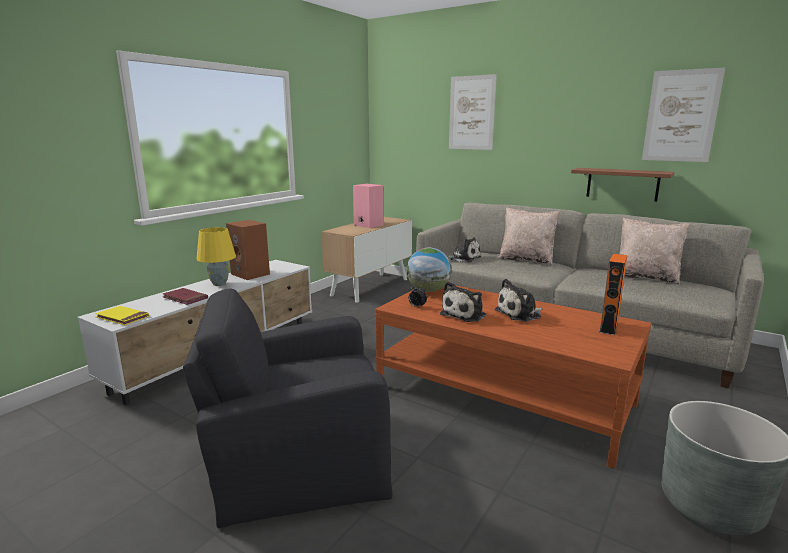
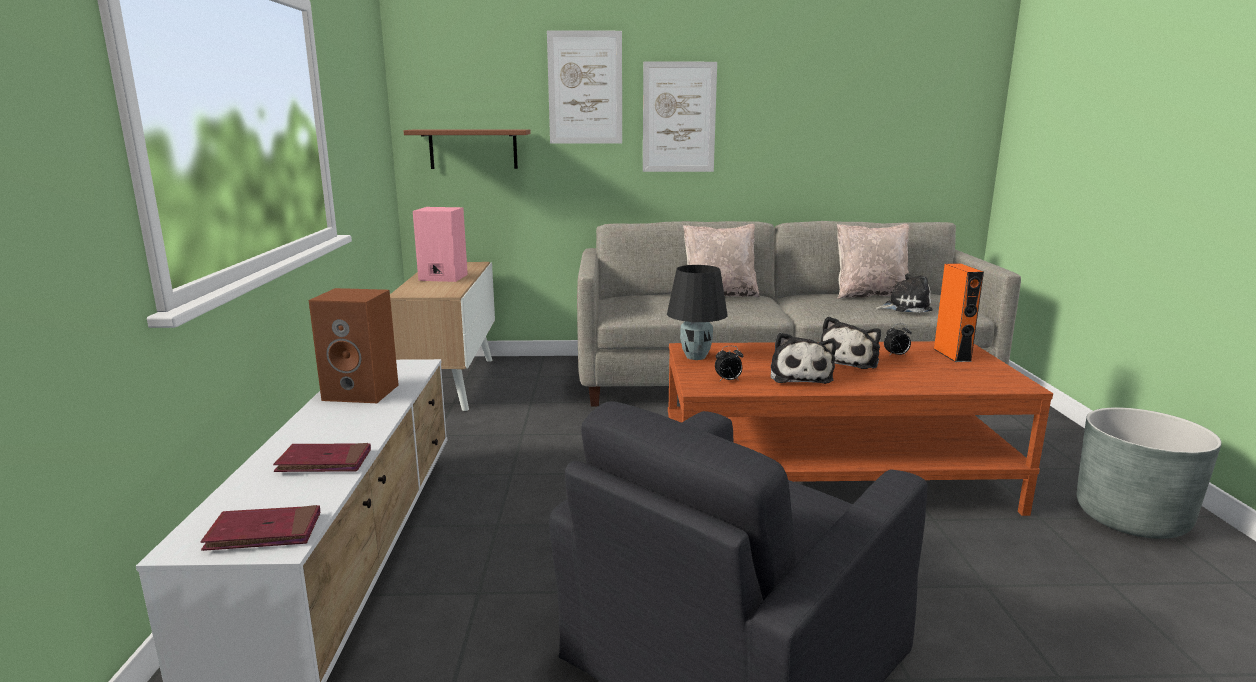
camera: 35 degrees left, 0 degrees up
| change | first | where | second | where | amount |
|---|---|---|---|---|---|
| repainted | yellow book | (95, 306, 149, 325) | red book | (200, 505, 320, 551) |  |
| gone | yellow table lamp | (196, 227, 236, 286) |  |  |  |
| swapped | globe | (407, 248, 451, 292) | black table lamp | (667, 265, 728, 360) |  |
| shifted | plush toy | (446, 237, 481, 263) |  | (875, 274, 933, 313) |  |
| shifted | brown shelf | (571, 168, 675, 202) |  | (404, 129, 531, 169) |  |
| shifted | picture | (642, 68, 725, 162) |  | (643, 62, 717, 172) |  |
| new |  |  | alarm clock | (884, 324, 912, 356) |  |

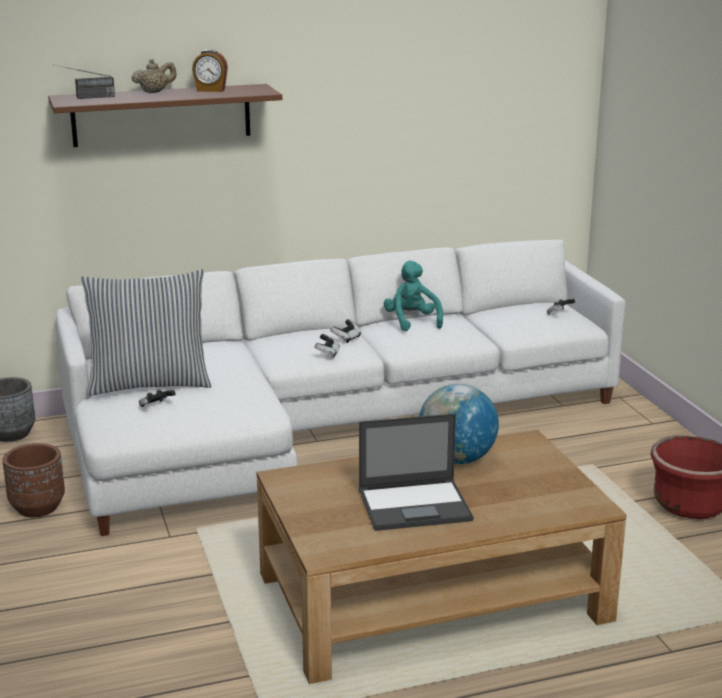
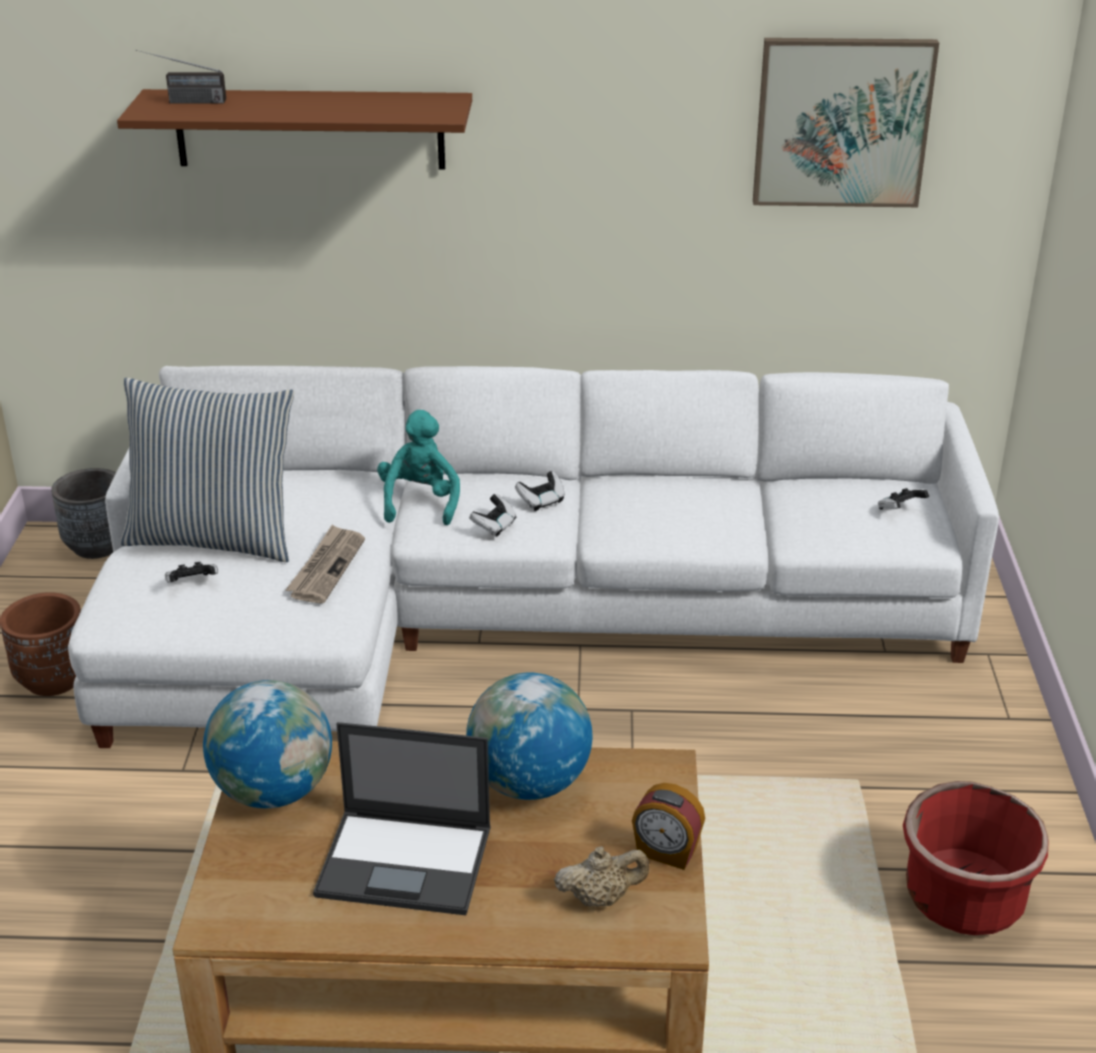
camera: 20 degrees right, 10 degrees up
| change | first | where | second | where | amount |
|---|---|---|---|---|---|
| shifted | beige teapot | (131, 59, 176, 93) |  | (554, 846, 649, 906) |  |
| shifted | alarm clock | (192, 49, 228, 92) |  | (632, 783, 705, 870) |  |
| shifted | turquoise plush toy | (383, 261, 443, 332) |  | (377, 410, 460, 525) |  |
| new |  |  | globe | (203, 680, 332, 808) |  |
| new |  |  | newspaper | (286, 525, 365, 603) |  |
| new |  |  | picture | (753, 38, 939, 207) |  |

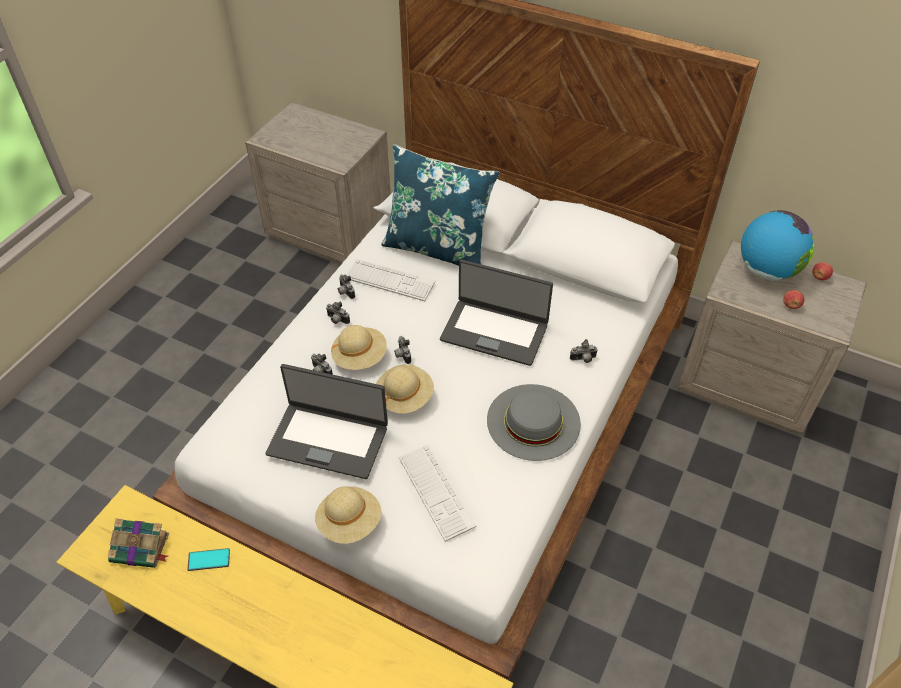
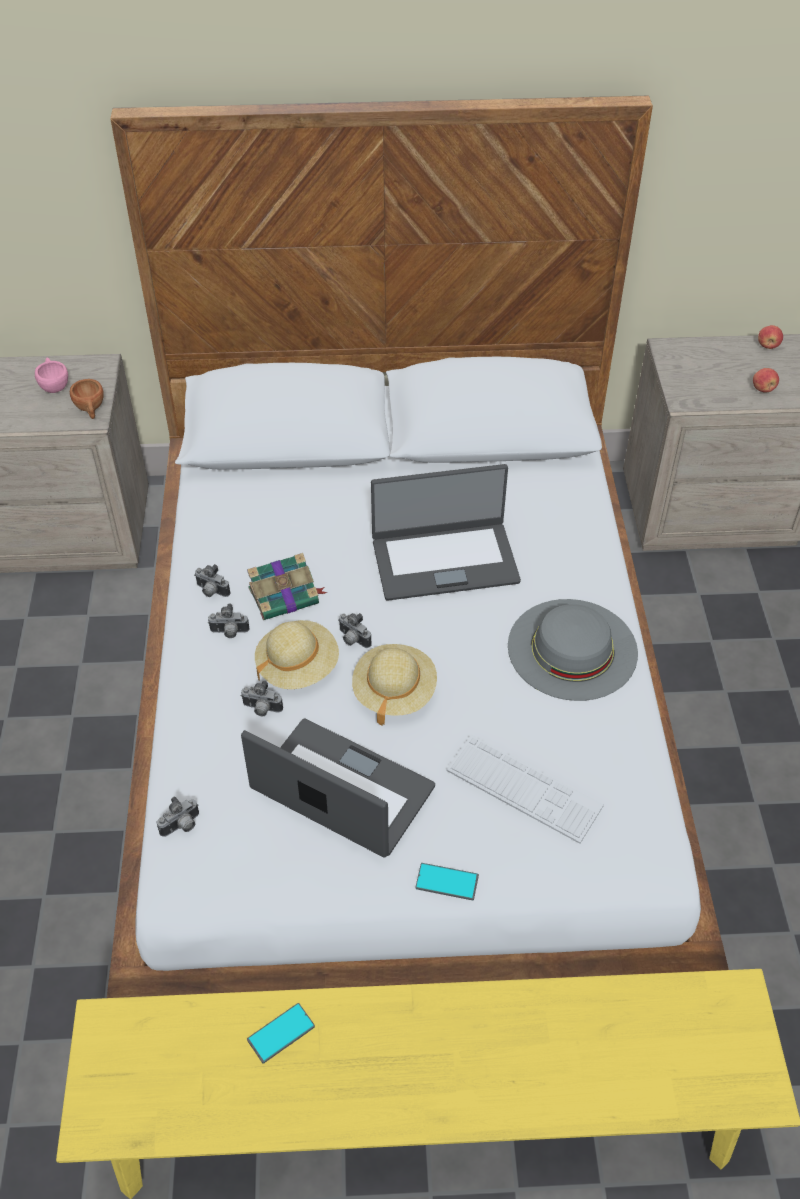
camera: 30 degrees left, 0 degrees up
| change | first | where | second | where | amount |
|---|---|---|---|---|---|
| shifted | book | (108, 519, 169, 568) |  | (247, 553, 327, 620) |  |
| rotated | laptop | (265, 364, 388, 479) |  | (241, 718, 435, 858) | 135 degrees counterclockwise |
| swapped | beige hat | (315, 486, 381, 544) | phone | (415, 863, 479, 900) |  |
| gone | keyboard | (346, 259, 435, 301) |  |  |  |
| gone | blue pillow | (381, 144, 500, 266) |  |  |  |
| shifted | photo camera | (570, 339, 598, 363) |  | (157, 796, 199, 837) |  |
| gone | globe | (741, 210, 814, 281) |  |  |  |
| new |  |  | pink cup | (35, 357, 68, 393) |  |
| new |  |  | brown cup | (70, 379, 103, 419) |  |

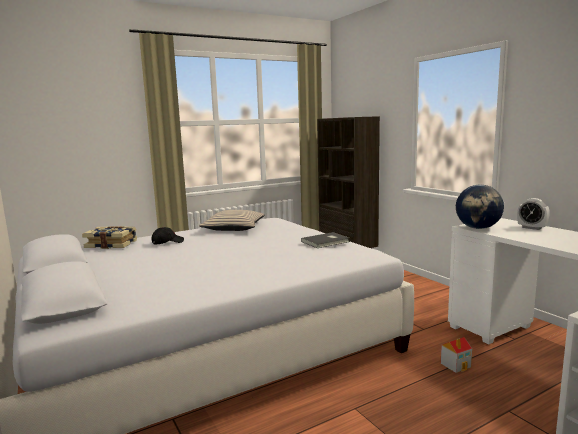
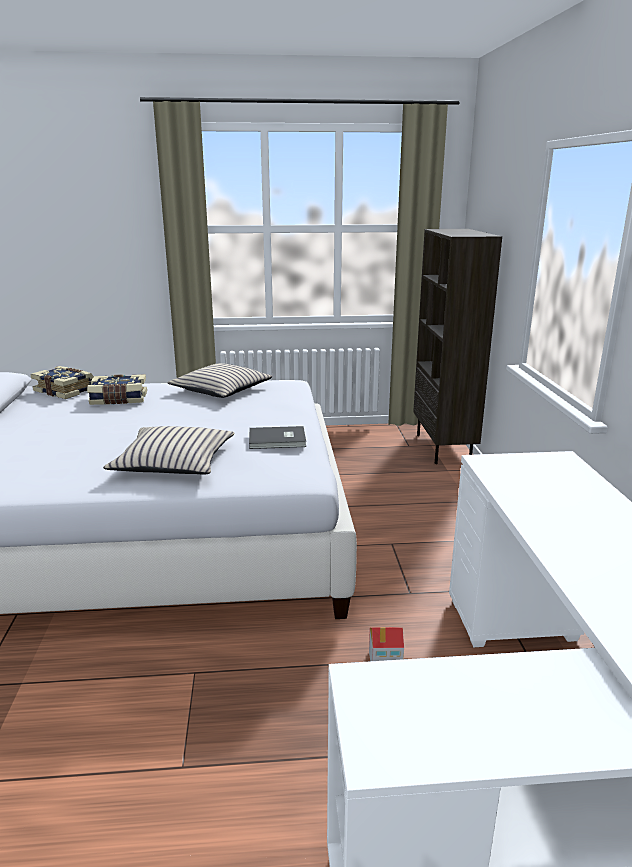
camera: 25 degrees right, 10 degrees up
| change | first | where | second | where | amount |
|---|---|---|---|---|---|
| swapped | black cap | (151, 227, 184, 245) | book | (87, 374, 147, 405) |  |
| gone | globe | (456, 185, 504, 229) |  |  |  |
| gone | alarm clock | (517, 198, 550, 230) |  |  |  |
| new |  |  | beige pillow | (103, 426, 234, 474) |  |

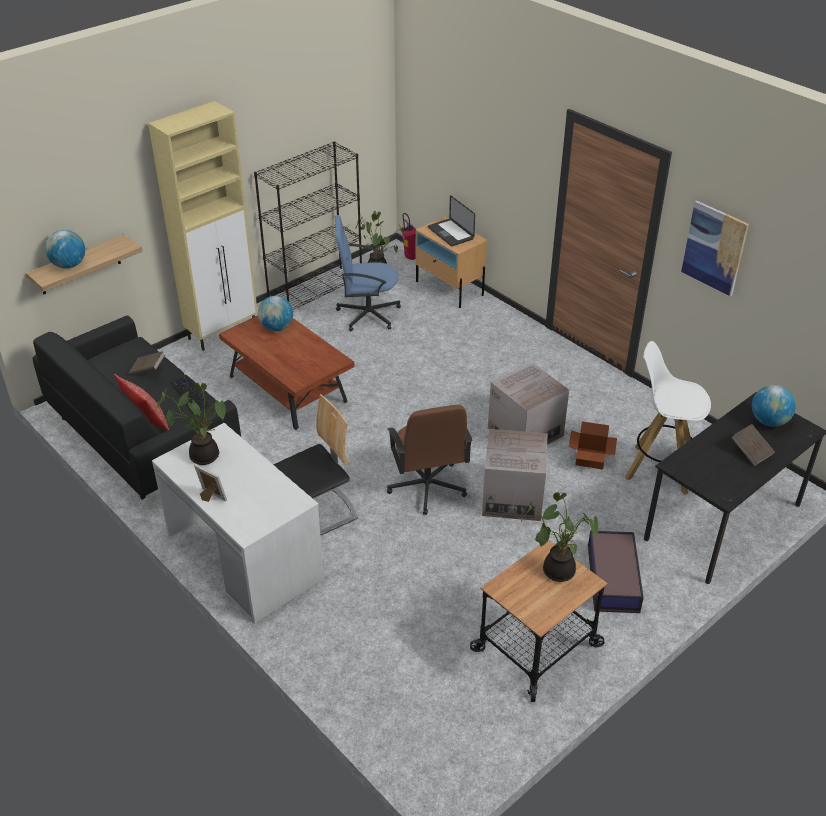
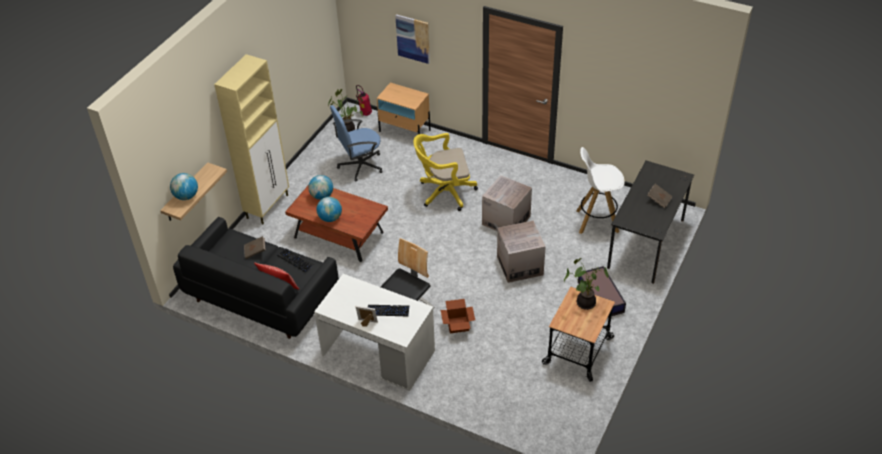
camera: 20 degrees left, 5 degrees up
| change | first | where | second | where | amount |
|---|---|---|---|---|---|
| gone | potted plant | (157, 383, 227, 465) |  |  |  |
| gone | black bookcase | (254, 141, 362, 310) |  |  |  |
| gone | brown office chair | (387, 405, 472, 515) |  |  |  |
| gone | laptop | (428, 195, 475, 246) |  |  |  |
| shifted | cardboard box | (569, 421, 617, 469) |  | (441, 299, 475, 333) |  |
| shifted | picture | (681, 201, 749, 296) |  | (395, 14, 430, 64) |  |
| shifted | globe | (752, 385, 796, 427) |  | (316, 197, 342, 222) |  |
| new |  |  | keyboard | (368, 305, 409, 317) |  |
| new |  |  | yellow office chair | (413, 133, 478, 211) |  |

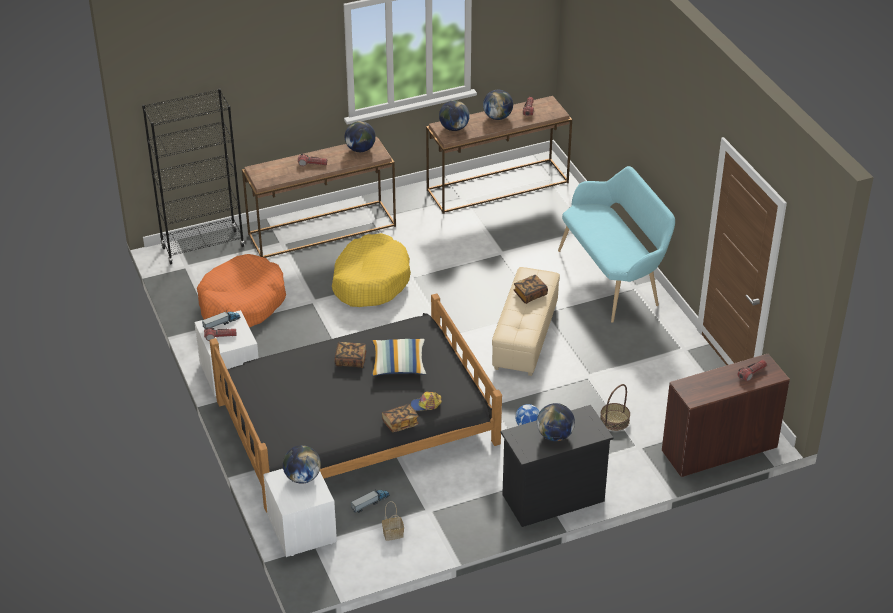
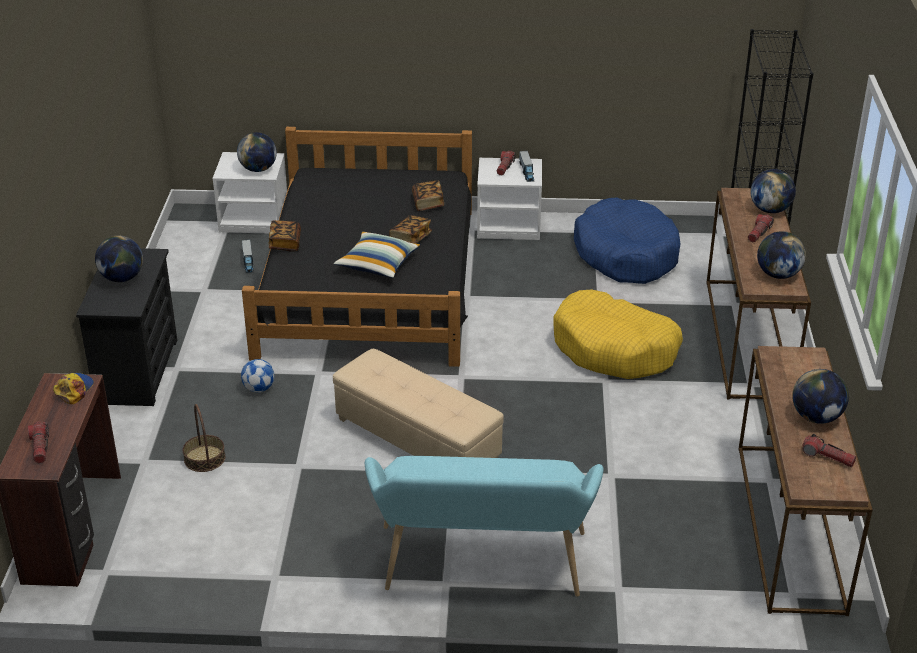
camera: 115 degrees right, 5 degrees down
| change | first | where | second | where | amount |
|---|---|---|---|---|---|
| repainted | orange dog bed | (197, 254, 286, 327) | blue dog bed | (574, 197, 681, 284) |  |
| gone | basket | (382, 501, 404, 541) |  |  |  |
| shifted | cap | (411, 392, 442, 411) |  | (53, 373, 94, 404) |  |
| shifted | globe | (439, 100, 470, 131) |  | (751, 169, 796, 213) |  |
| shifted | book | (513, 275, 548, 304) |  | (412, 181, 444, 211) |  |

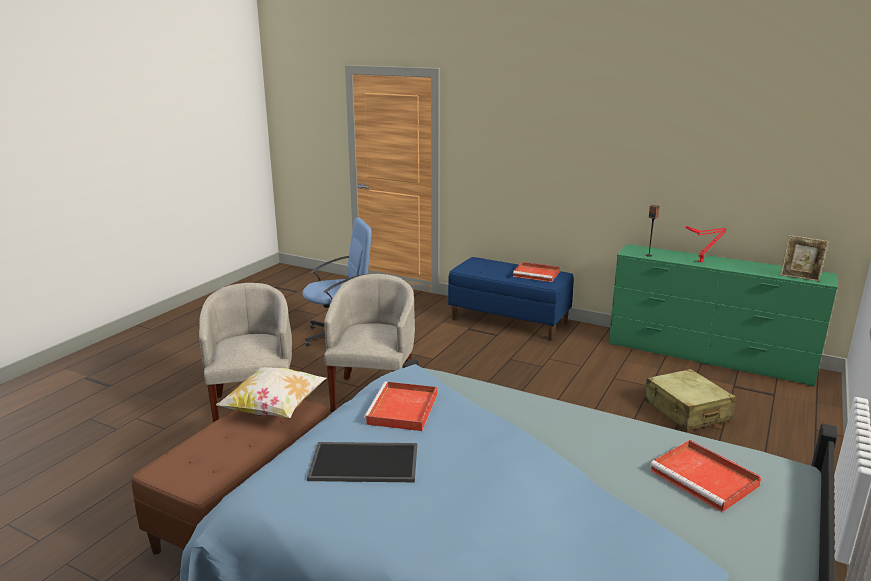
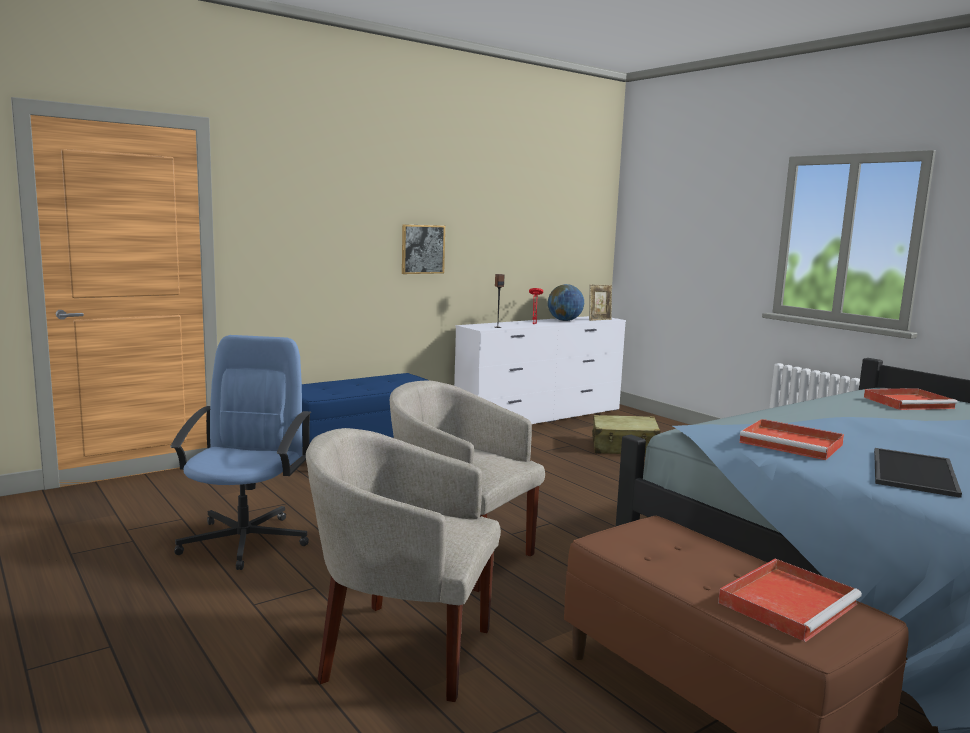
camera: 65 degrees left, 10 degrees down
| change | first | where | second | where | amount |
|---|---|---|---|---|---|
| gone | pillow | (216, 367, 326, 418) |  |  |  |
| shifted | red tray | (513, 262, 560, 282) |  | (718, 559, 862, 642) |  |
| repainted | green dresser | (609, 244, 838, 386) | white dresser | (454, 316, 626, 424) |  |
| new |  |  | picture | (402, 224, 445, 274) |  |
| new |  |  | globe | (548, 284, 584, 321) |  |

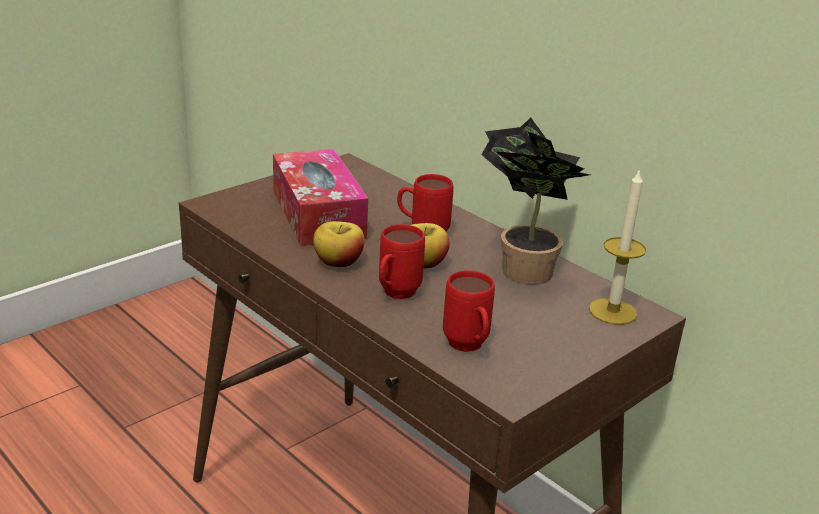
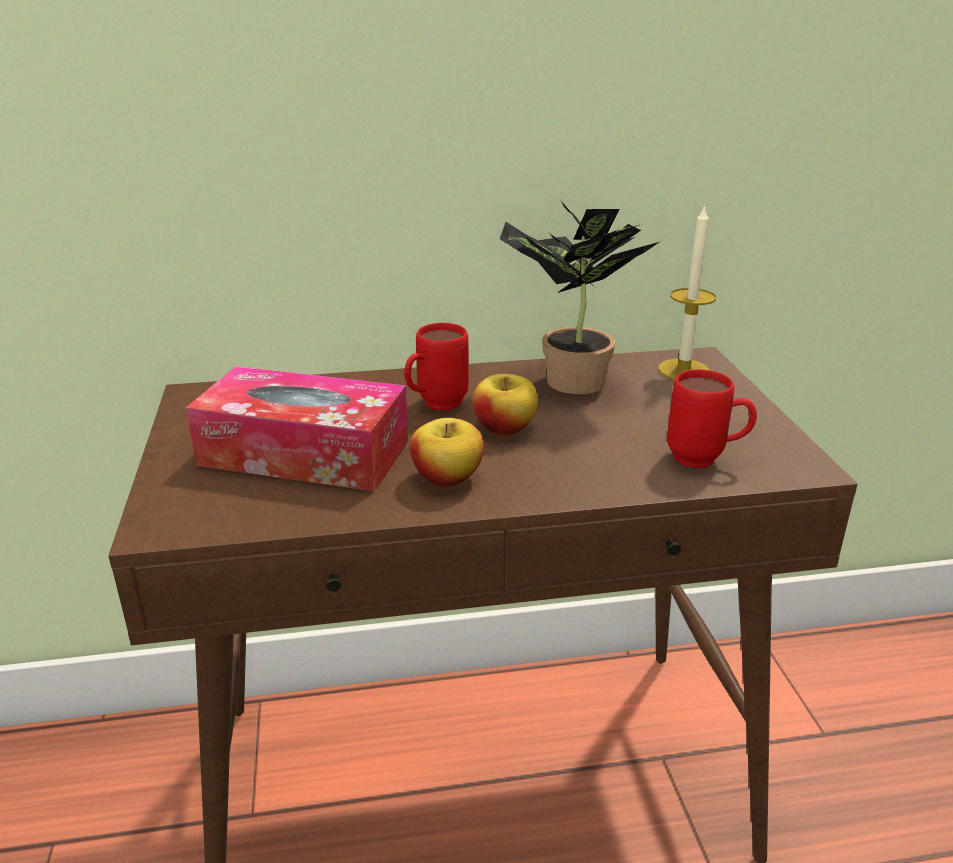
camera: 55 degrees left, 0 degrees up
| change | first | where | second | where | amount |
|---|---|---|---|---|---|
| gone | red mug | (379, 224, 425, 299) |  |  |  |

